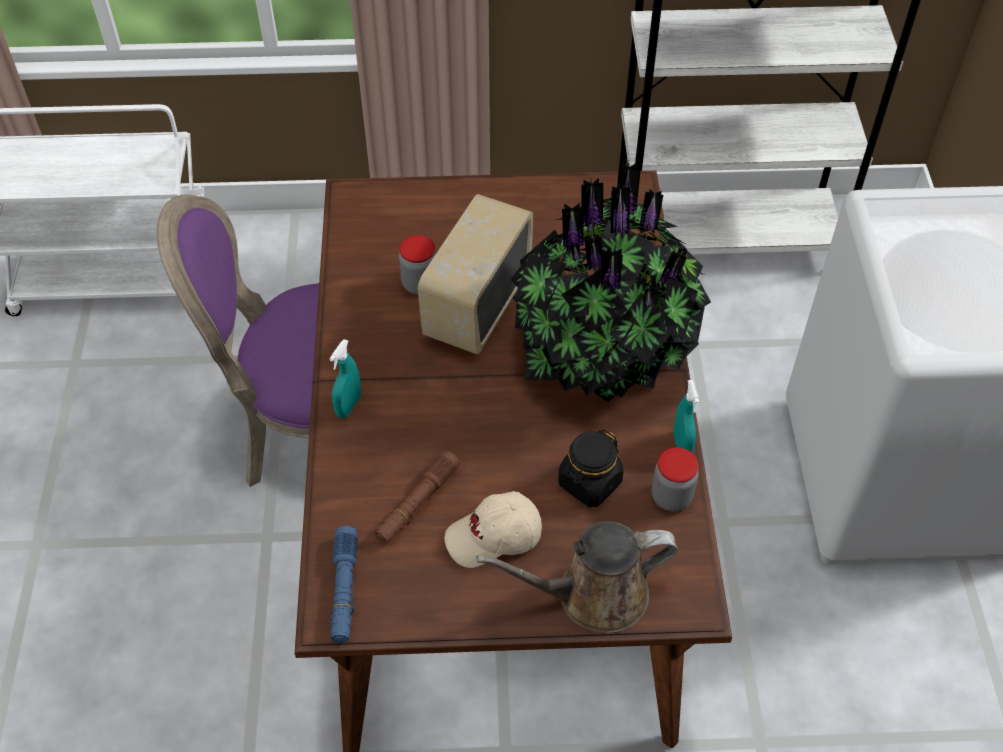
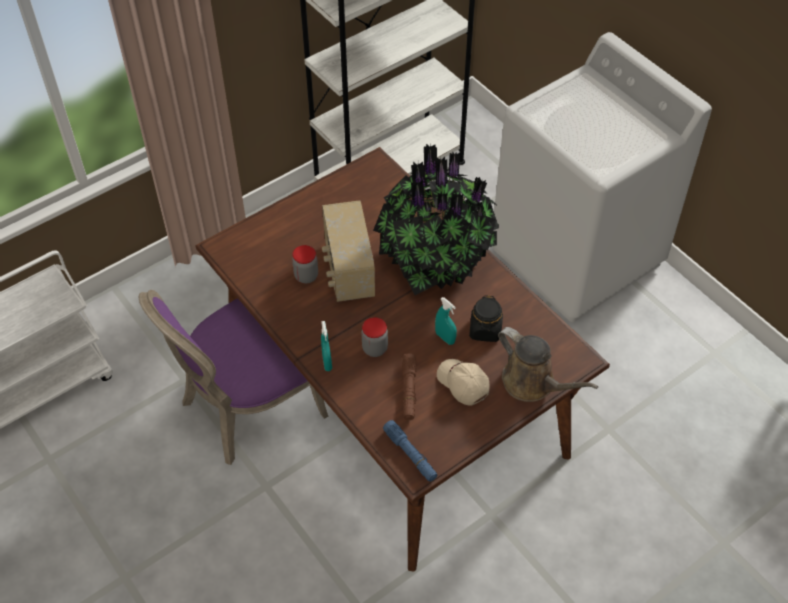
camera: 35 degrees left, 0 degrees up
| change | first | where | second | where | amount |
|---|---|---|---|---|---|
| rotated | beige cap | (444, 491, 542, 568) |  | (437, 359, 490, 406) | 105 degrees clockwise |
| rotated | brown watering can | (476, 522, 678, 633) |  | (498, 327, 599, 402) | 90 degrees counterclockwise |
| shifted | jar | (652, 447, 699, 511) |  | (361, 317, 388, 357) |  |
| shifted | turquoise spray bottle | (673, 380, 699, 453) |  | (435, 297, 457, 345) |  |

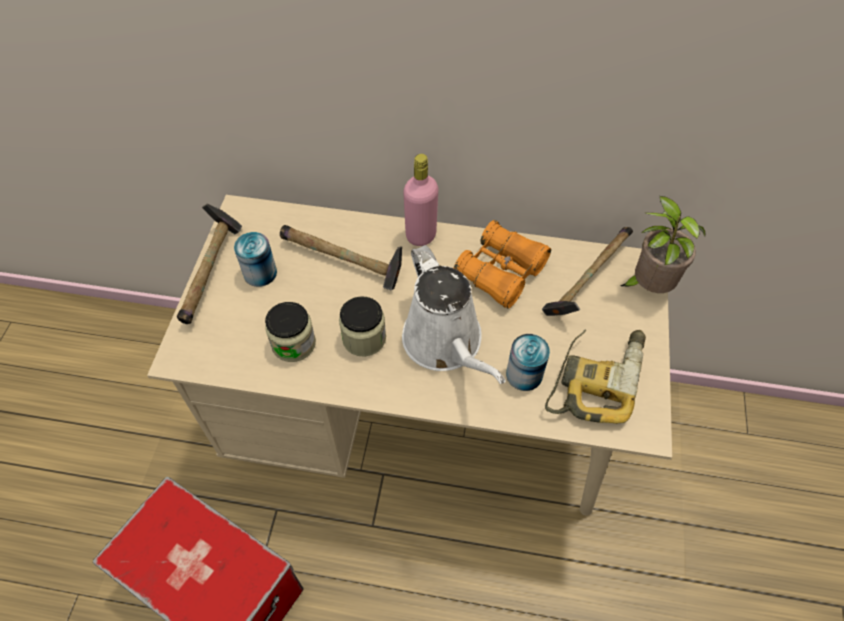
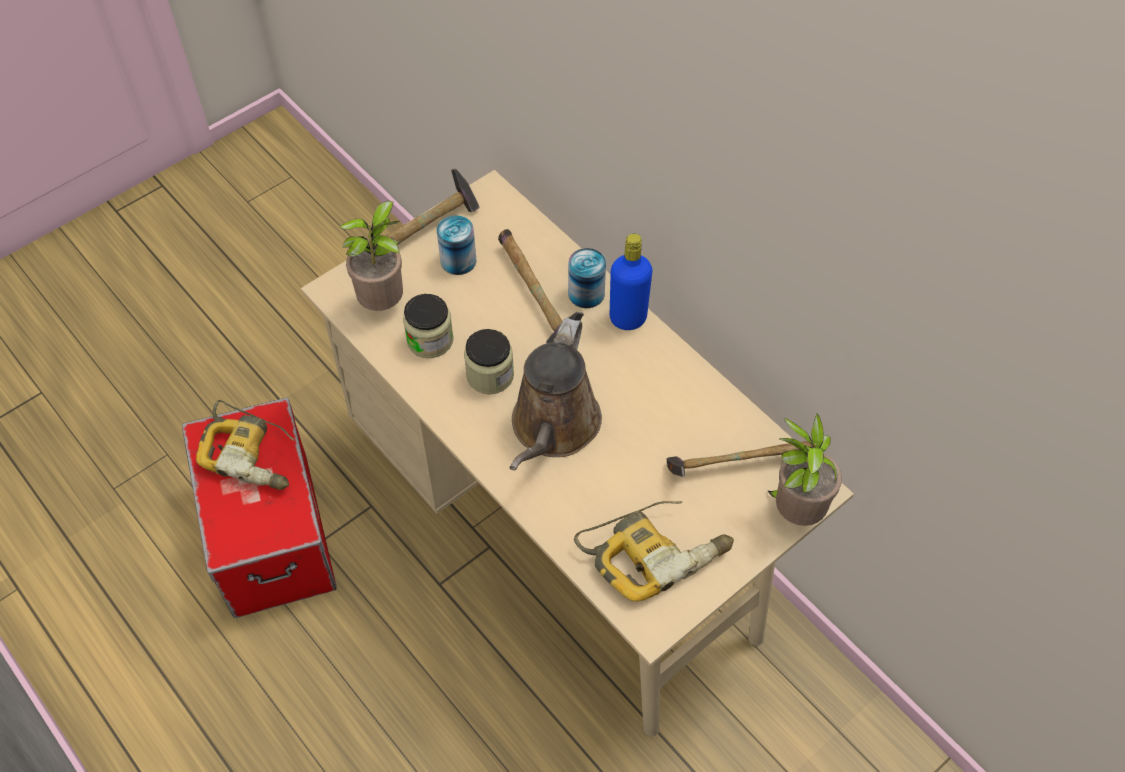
camera: 40 degrees right, 0 degrees up
| change | first | where | second | where | amount |
|---|---|---|---|---|---|
| repainted | white watering can | (402, 245, 506, 384) | brown watering can | (509, 318, 602, 471) |  |
| repainted | pink bottle | (403, 154, 438, 246) | blue bottle | (610, 234, 652, 330) |  |
| gone | orange binoculars | (454, 220, 551, 309) |  |  |  |
| shifted | can | (506, 334, 550, 391) |  | (568, 248, 606, 308) |  |
| new |  |  | power drill | (196, 400, 294, 490) |  |
| new |  |  | potted plant | (340, 201, 403, 311) |  |

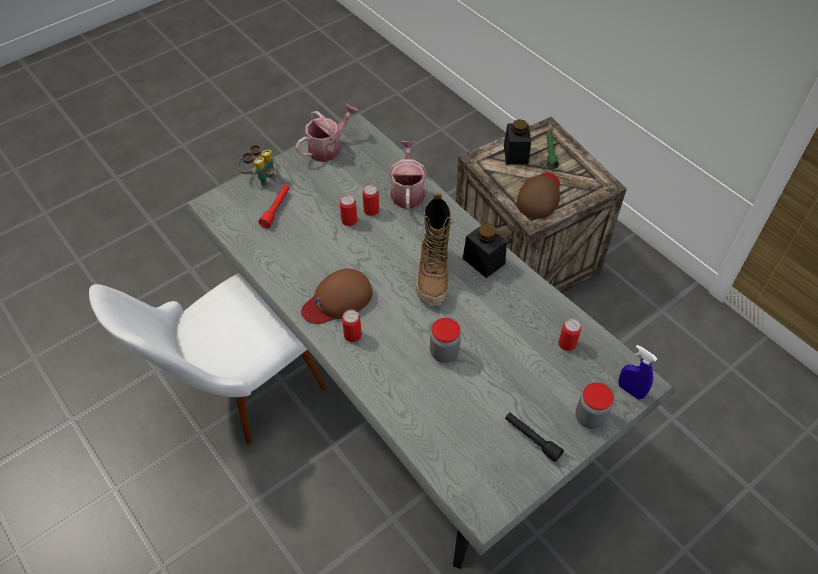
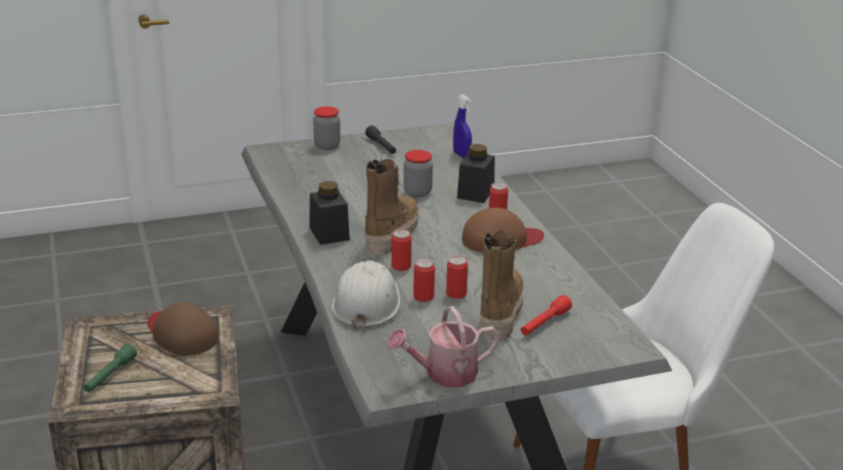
camera: 160 degrees left, 25 degrees down
| change | first | where | second | where | amount |
|---|---|---|---|---|---|
| gone | binoculars | (238, 144, 274, 186) |  |  |  |
| swapped | watering can | (389, 141, 427, 210) | white hard hat | (332, 261, 400, 330) |  |
| shifted | black jar | (504, 119, 531, 165) |  | (457, 144, 495, 203) |  |
| rotated | brown cap | (517, 173, 560, 219) |  | (147, 302, 218, 356) | 90 degrees clockwise |
| shifted | can | (559, 318, 581, 351) |  | (391, 229, 412, 271) |  |
| shifted | blue spray bottle | (618, 345, 657, 399) |  | (453, 94, 472, 159) |  |
| new |  |  | boot | (480, 231, 524, 341) |  |

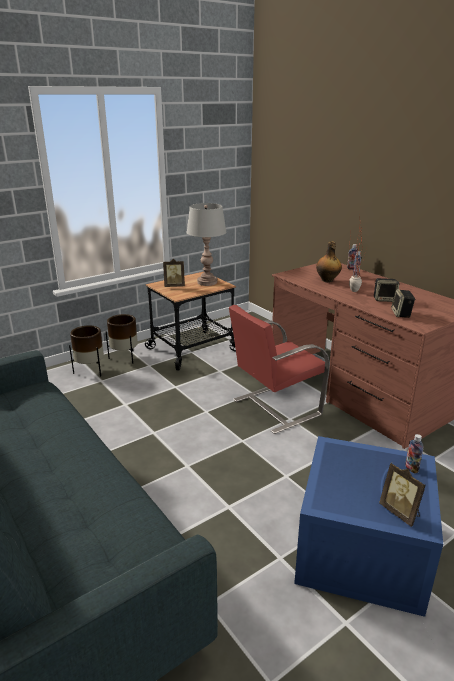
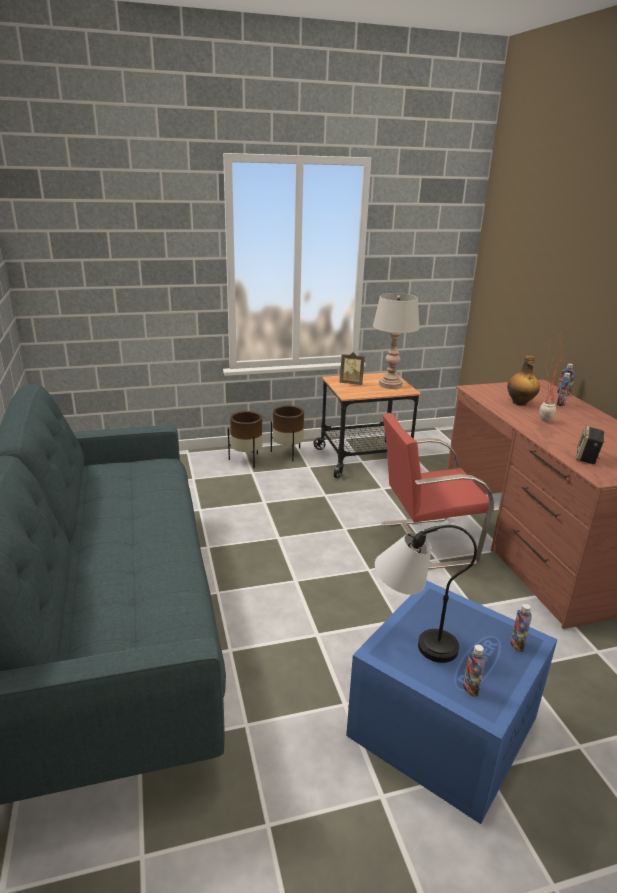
camera: 20 degrees right, 0 degrees up
| change | first | where | second | where | amount |
|---|---|---|---|---|---|
| gone | speaker | (374, 278, 399, 302) |  |  |  |
| swapped | picture frame | (379, 463, 426, 527) | bottle | (463, 645, 485, 697) |  |
| new |  |  | table lamp | (375, 525, 477, 663) |  |

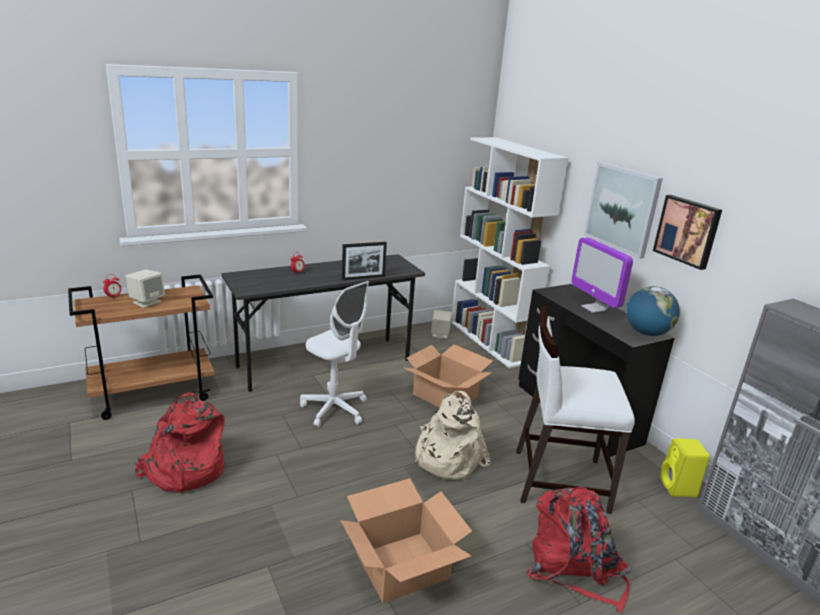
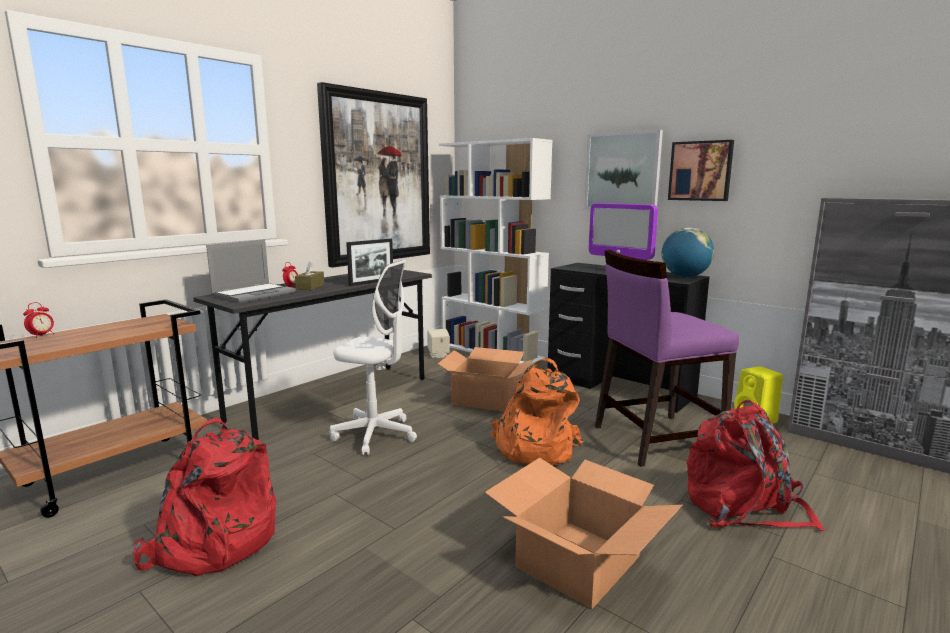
camera: 20 degrees left, 10 degrees down
| change | first | where | second | where | amount |
|---|---|---|---|---|---|
| gone | beige speaker | (125, 270, 165, 308) |  |  |  |
| repainted | beige backpack | (415, 391, 490, 480) | orange backpack | (490, 358, 583, 465) |  |
| repainted | white chair | (516, 305, 635, 514) | purple chair | (595, 250, 739, 467) |  |
| new |  |  | laptop | (206, 240, 296, 303) |  |
| new |  |  | brown tissue box | (295, 261, 324, 290) |  |
| new |  |  | picture | (317, 82, 430, 268) |  |

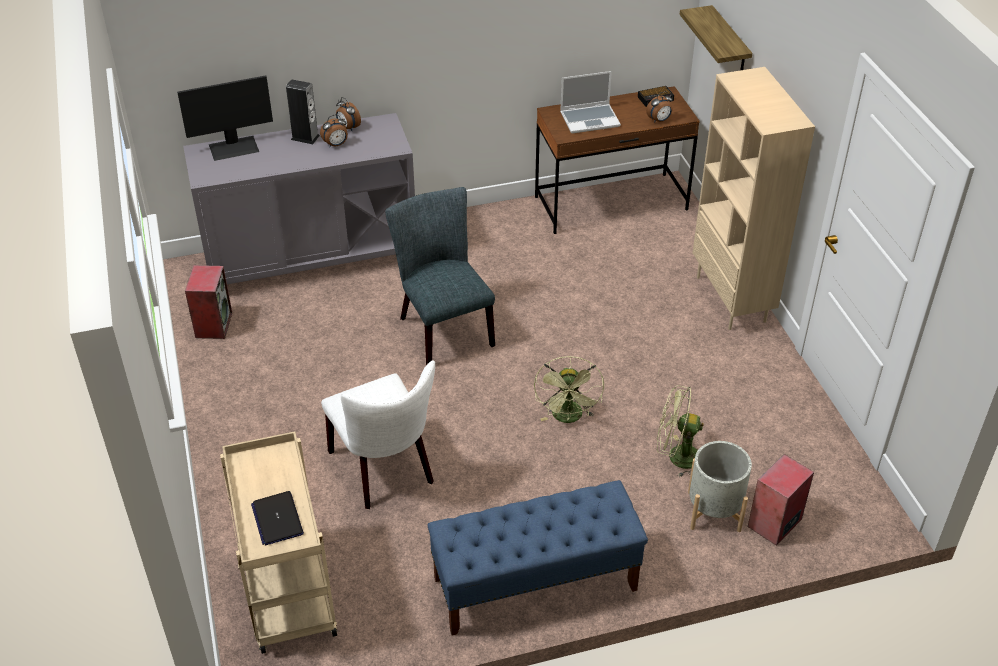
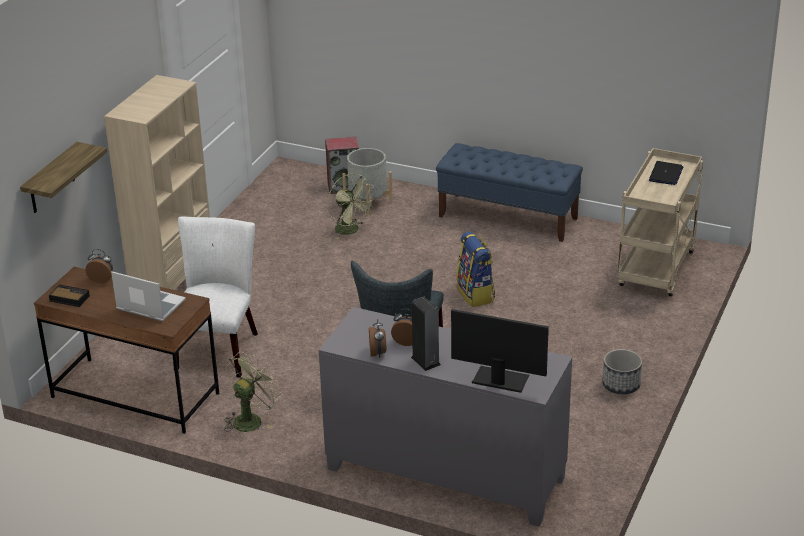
camera: 140 degrees left, 10 degrees down
| change | first | where | second | where | amount |
|---|---|---|---|---|---|
| gone | speaker | (185, 265, 232, 339) |  |  |  |
| shifted | white chair | (321, 361, 435, 509) |  | (173, 216, 258, 377) |  |
| shifted | green fan | (534, 356, 604, 423) |  | (224, 352, 282, 432) |  |
| new |  |  | backpack | (456, 232, 495, 307) |  |
| new |  |  | planter | (602, 349, 642, 394) |  |

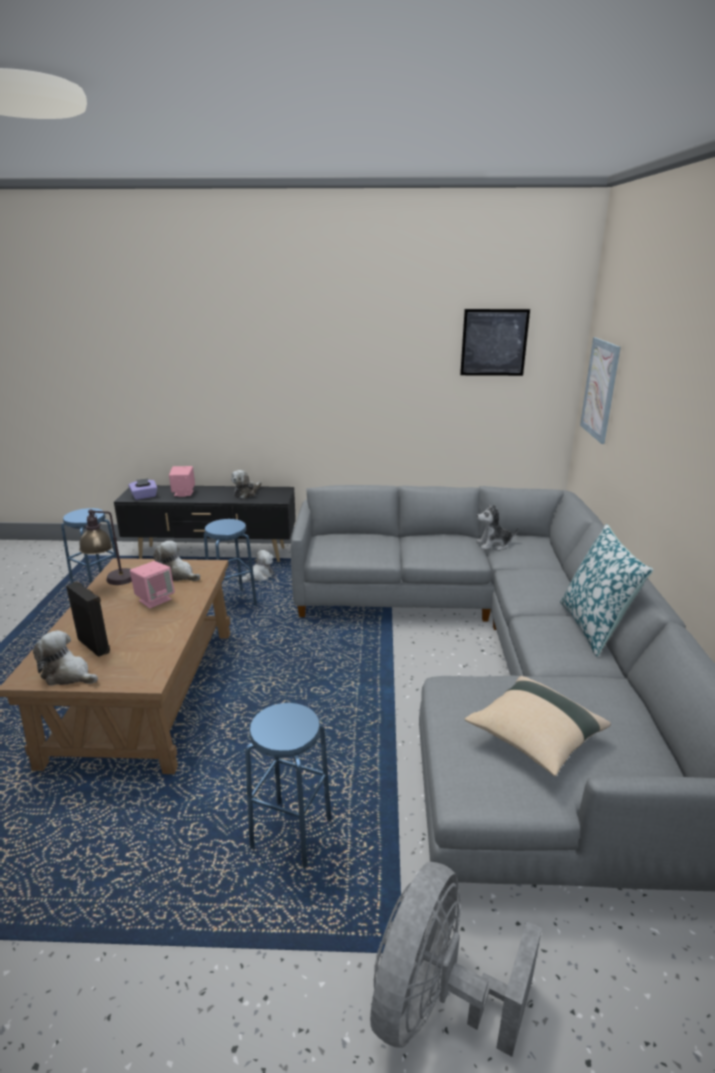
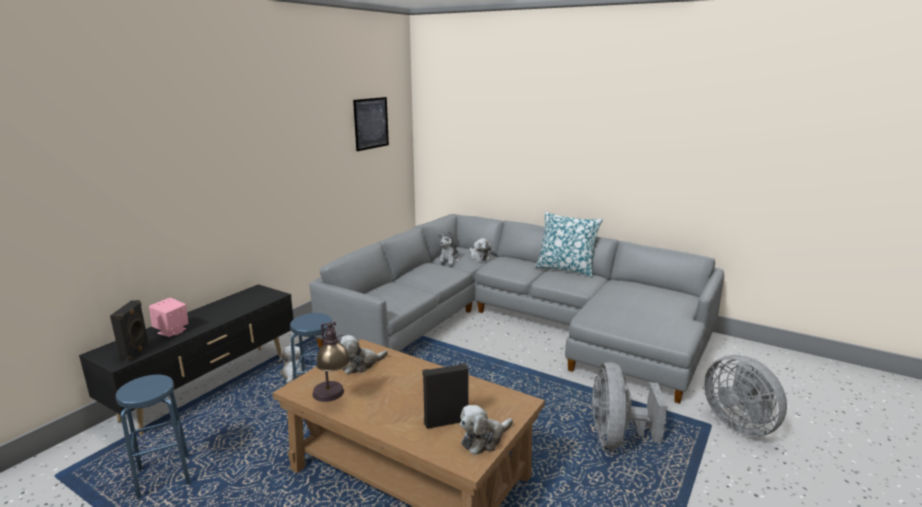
camera: 60 degrees left, 5 degrees down
| change | first | where | second | where | amount |
|---|---|---|---|---|---|
| swapped | purple tissue box | (128, 478, 157, 500) | black speaker | (110, 300, 149, 362) |  |
| gone | pink speaker | (130, 561, 175, 609) |  |  |  |
| shifted | plush toy | (231, 470, 261, 499) |  | (469, 238, 491, 261) |  |
| swapped | blue stool | (245, 703, 331, 868) | grey fan | (591, 362, 668, 449) |  |
| gone | beige pillow | (465, 676, 611, 776) |  |  |  |
| gone | picture | (580, 337, 621, 444) |  |  |  |

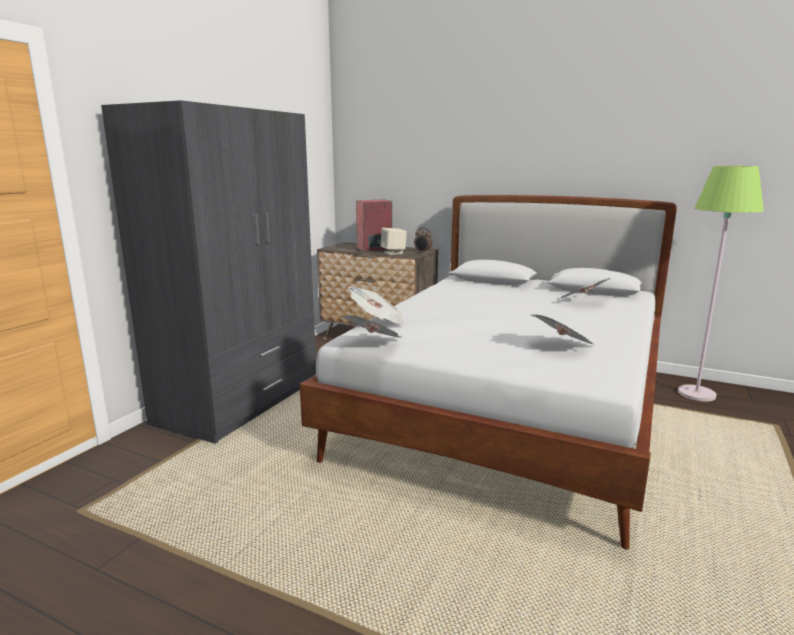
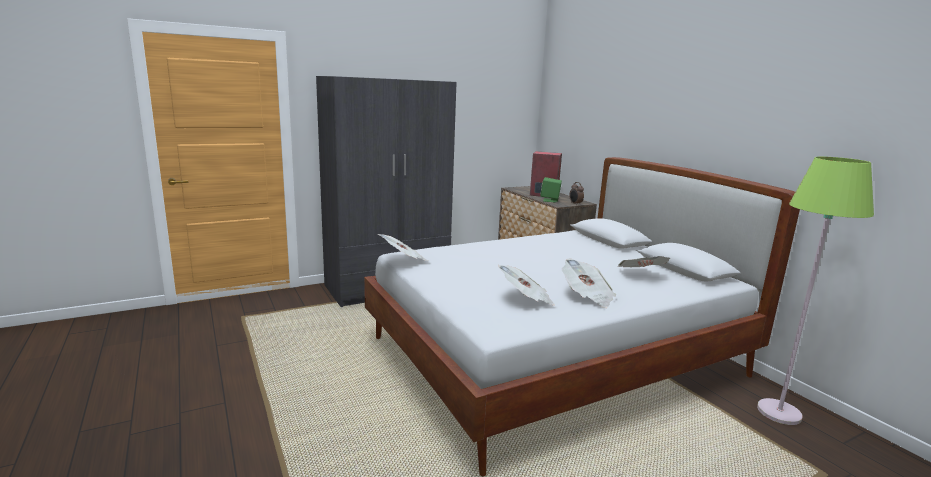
camera: 35 degrees right, 0 degrees up
| change | first | where | second | where | amount |
|---|---|---|---|---|---|
| shifted | newspaper | (348, 287, 404, 325) |  | (562, 258, 616, 308) |  |
| repainted | beige speaker | (381, 228, 407, 255) | green speaker | (540, 177, 562, 202) |  |

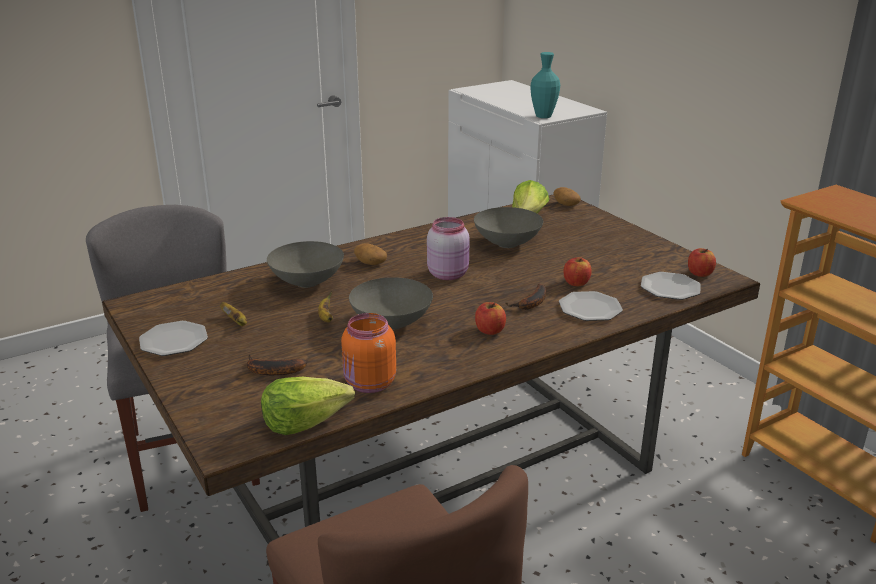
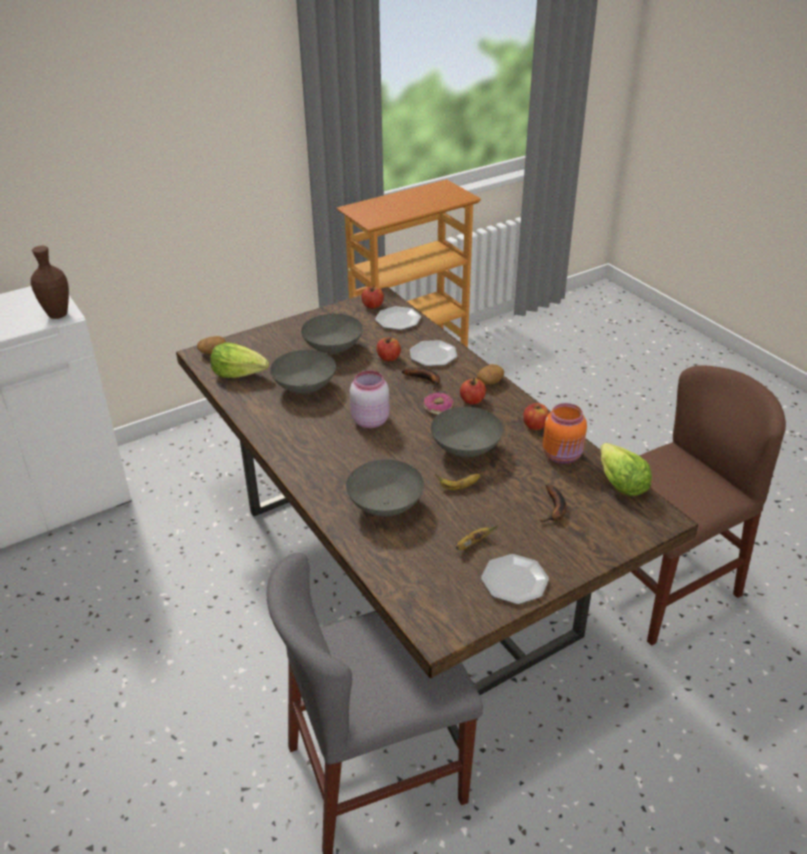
camera: 90 degrees left, 10 degrees up
| change | first | where | second | where | amount |
|---|---|---|---|---|---|
| shifted | potato | (354, 243, 387, 265) |  | (477, 364, 504, 385) |  |
| repainted | turquoise vase | (531, 52, 560, 118) | brown vase | (31, 246, 69, 319) |  |
| new |  |  | grey bowl | (301, 314, 363, 354) |  |
| new |  |  | donut | (424, 393, 453, 415) |  |
| new |  |  | apple | (523, 403, 549, 430) |  |

